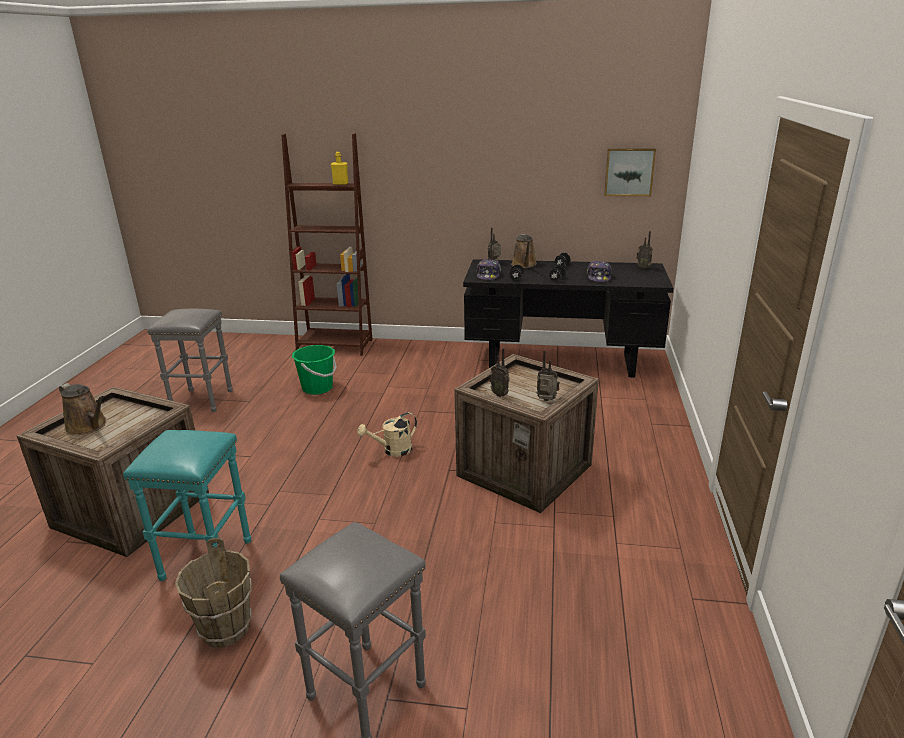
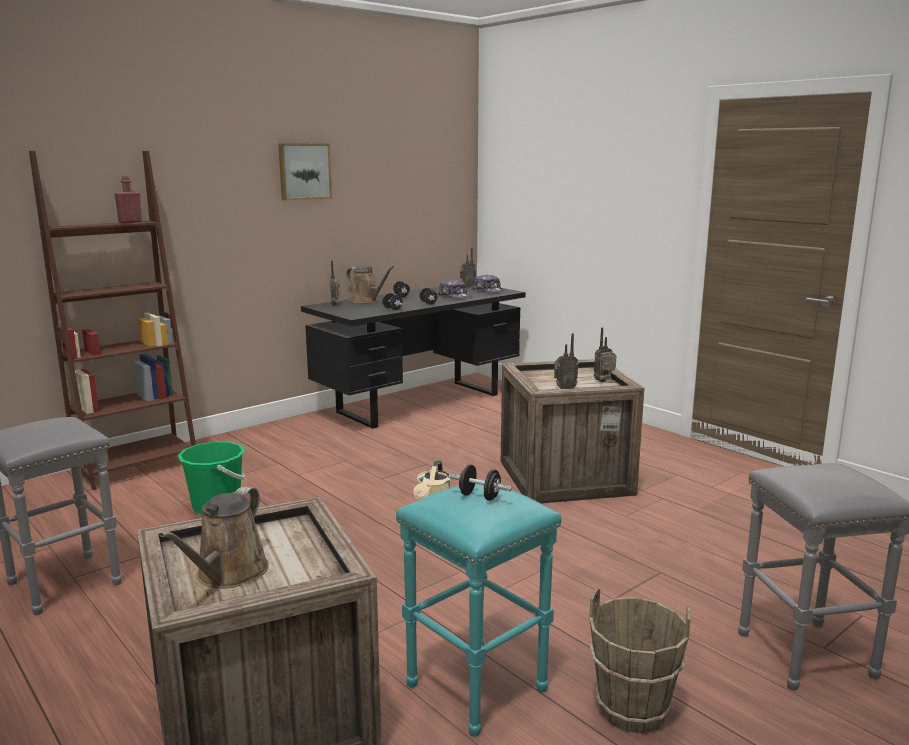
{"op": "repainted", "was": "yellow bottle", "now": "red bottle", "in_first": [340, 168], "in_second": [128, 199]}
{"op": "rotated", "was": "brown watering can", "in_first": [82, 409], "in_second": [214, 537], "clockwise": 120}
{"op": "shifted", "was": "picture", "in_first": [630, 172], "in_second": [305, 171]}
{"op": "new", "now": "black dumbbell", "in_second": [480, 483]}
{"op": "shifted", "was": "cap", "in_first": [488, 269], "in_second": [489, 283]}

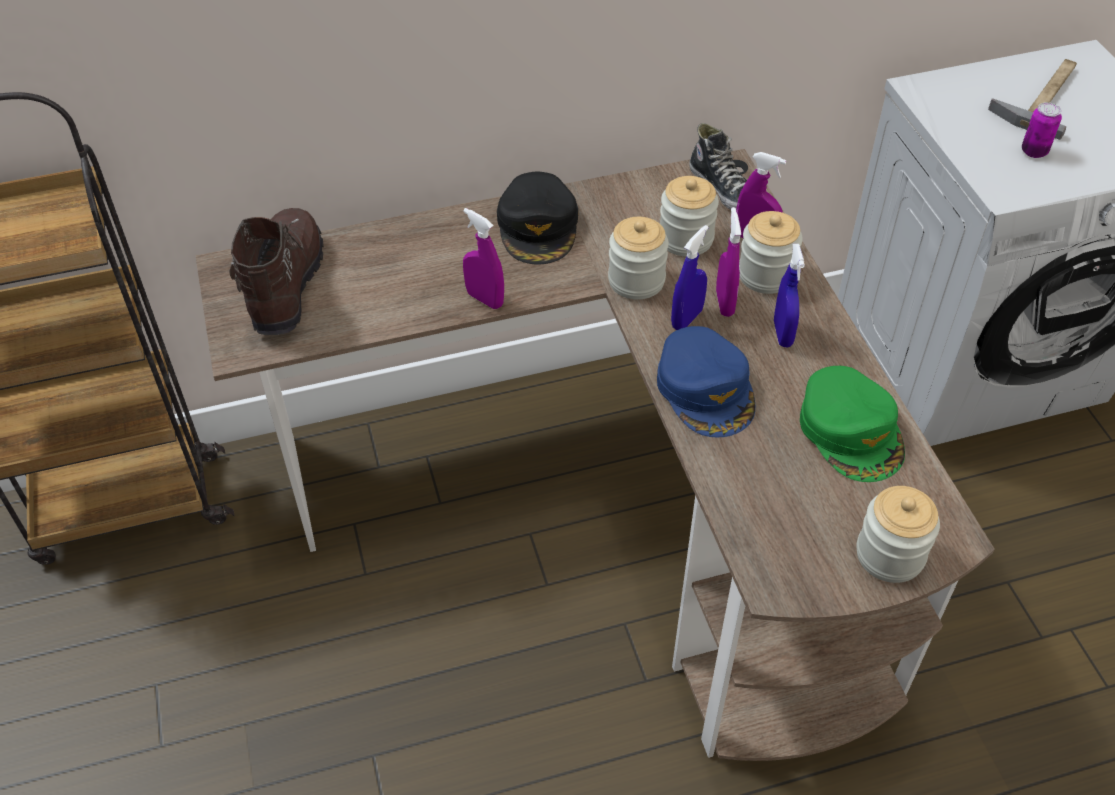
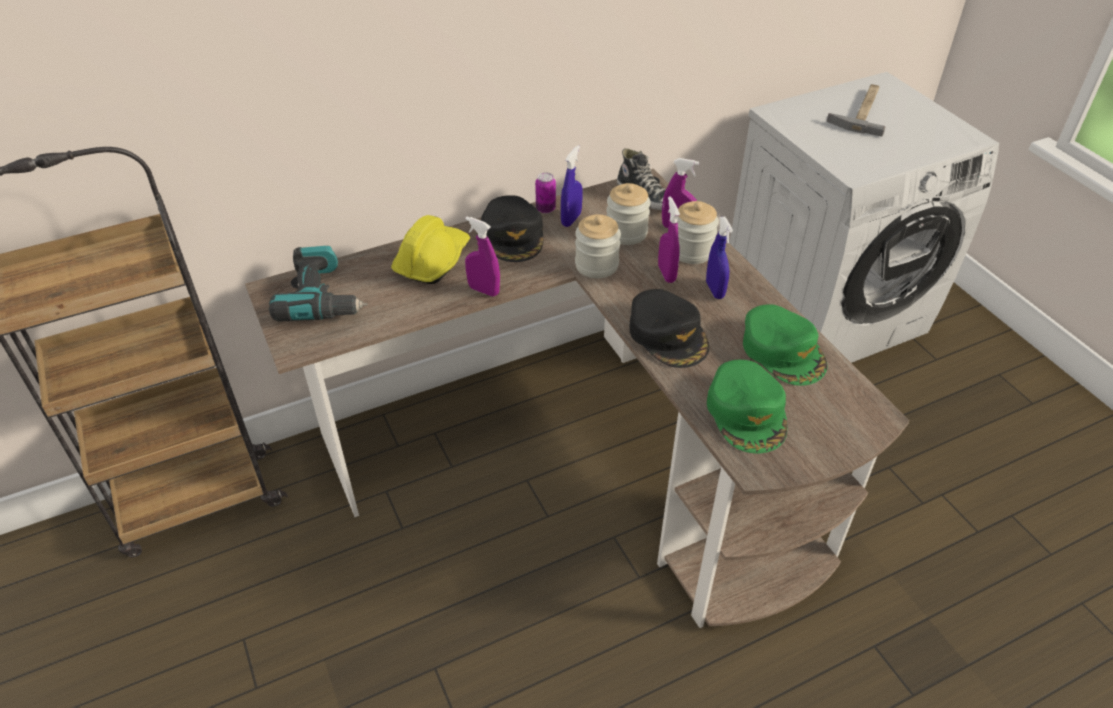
{"op": "swapped", "was": "brown boot", "now": "power drill", "in_first": [276, 271], "in_second": [318, 284]}
{"op": "new", "now": "yellow hard hat", "in_second": [430, 249]}
{"op": "shifted", "was": "can", "in_first": [1042, 130], "in_second": [545, 192]}
{"op": "shifted", "was": "blue spray bottle", "in_first": [690, 277], "in_second": [572, 186]}
{"op": "repainted", "was": "blue cap", "now": "black cap", "in_first": [706, 382], "in_second": [669, 328]}
{"op": "new", "now": "green cap", "in_second": [747, 406]}
{"op": "gone", "was": "jar", "in_first": [898, 534]}

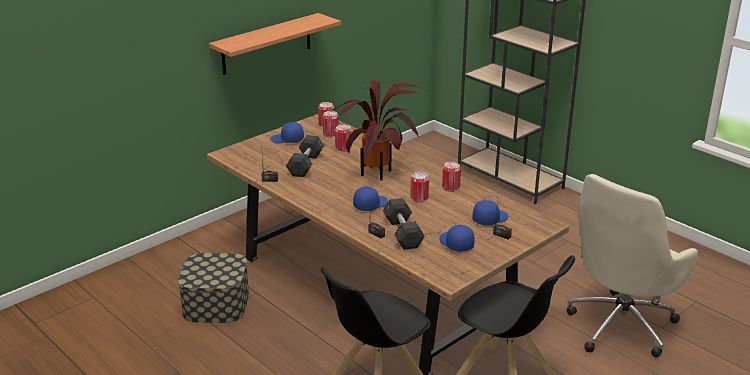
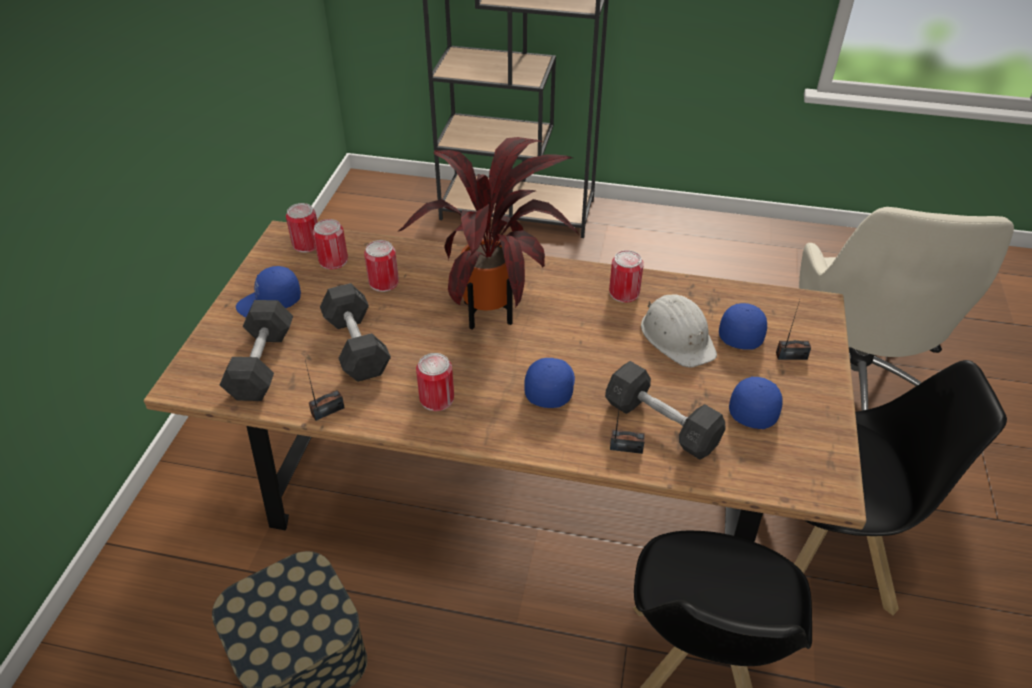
{"op": "new", "now": "grey dumbbell", "in_second": [256, 350]}
{"op": "shifted", "was": "can", "in_first": [419, 187], "in_second": [435, 382]}
{"op": "new", "now": "white hard hat", "in_second": [679, 331]}
{"op": "rotated", "was": "blue cap", "in_first": [457, 238], "in_second": [756, 403], "clockwise": 90}
{"op": "gone", "was": "shelf", "in_first": [275, 44]}

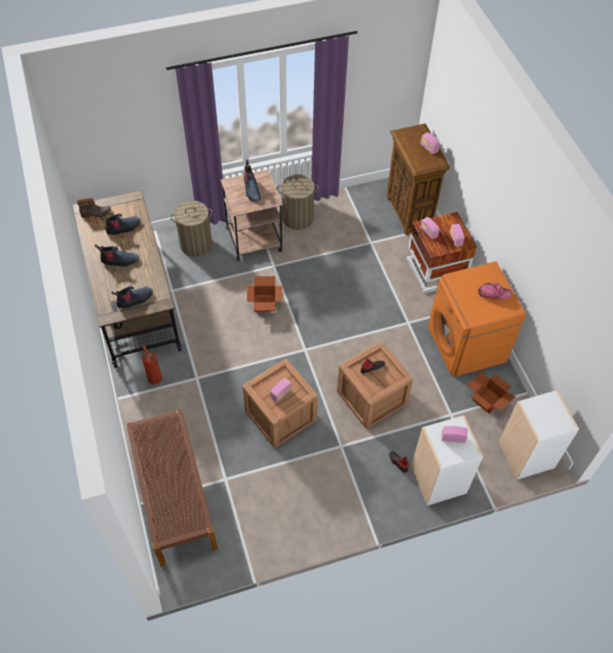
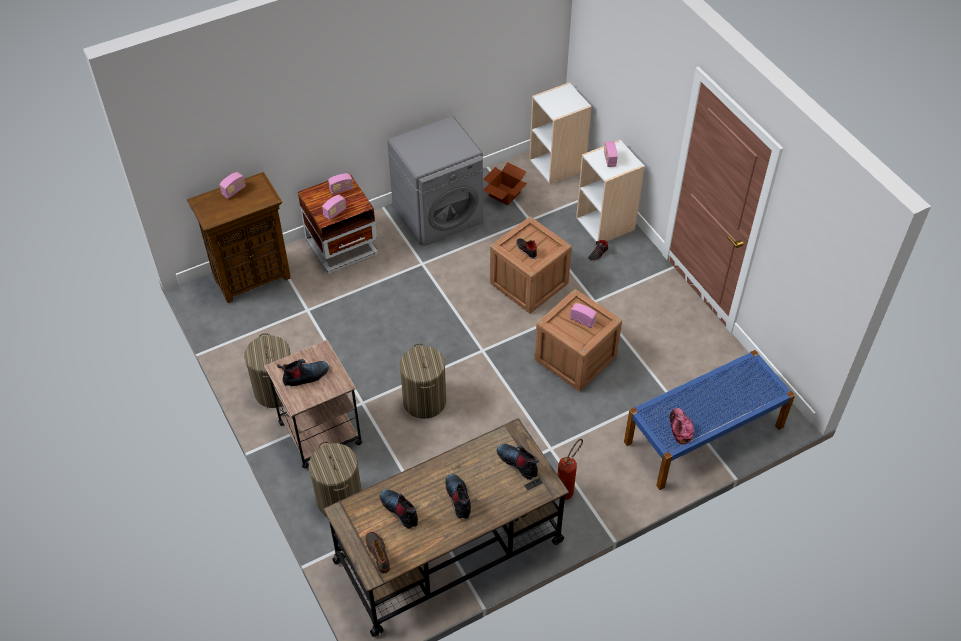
{"op": "repainted", "was": "orange washing machine", "now": "grey washing machine", "in_first": [477, 318], "in_second": [435, 180]}
{"op": "swapped", "was": "cardboard box", "now": "laundry basket", "in_first": [264, 294], "in_second": [422, 381]}
{"op": "repainted", "was": "brown bench", "now": "blue bench", "in_first": [172, 488], "in_second": [709, 420]}
{"op": "shifted", "was": "cap", "in_first": [495, 291], "in_second": [682, 426]}

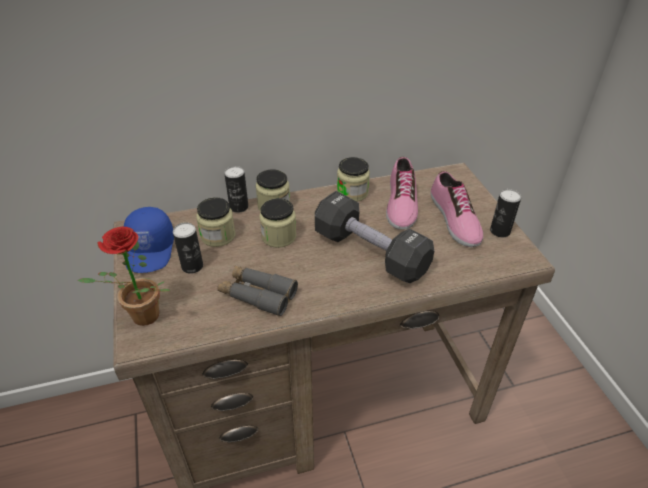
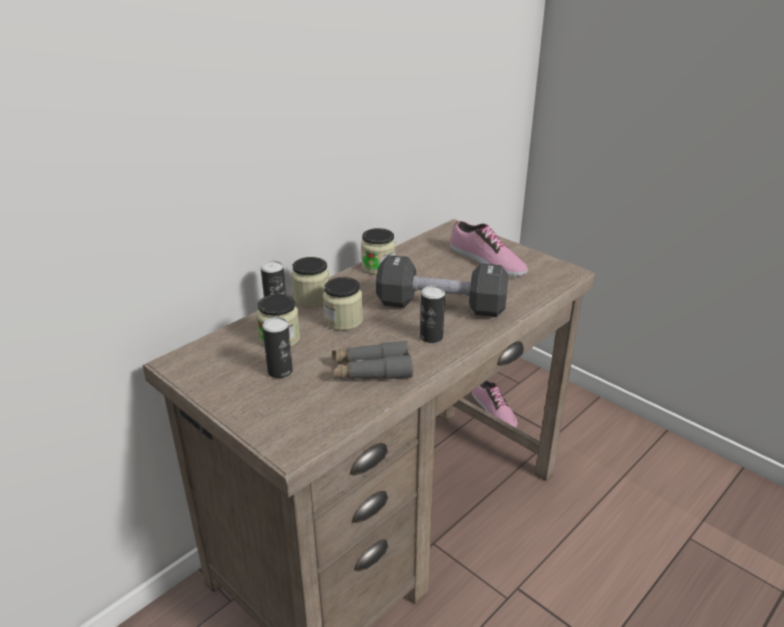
{"op": "shifted", "was": "can", "in_first": [505, 213], "in_second": [432, 314]}
{"op": "shifted", "was": "shoe", "in_first": [402, 193], "in_second": [495, 404]}
{"op": "gone", "was": "potted plant", "in_first": [123, 276]}
{"op": "gone", "was": "blue cap", "in_first": [149, 240]}

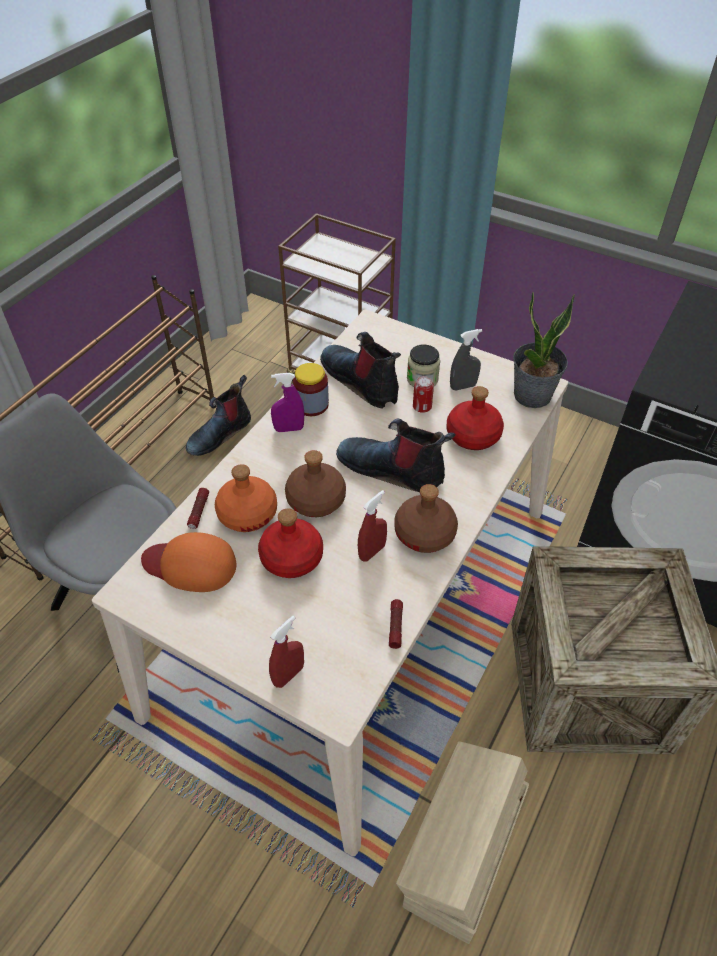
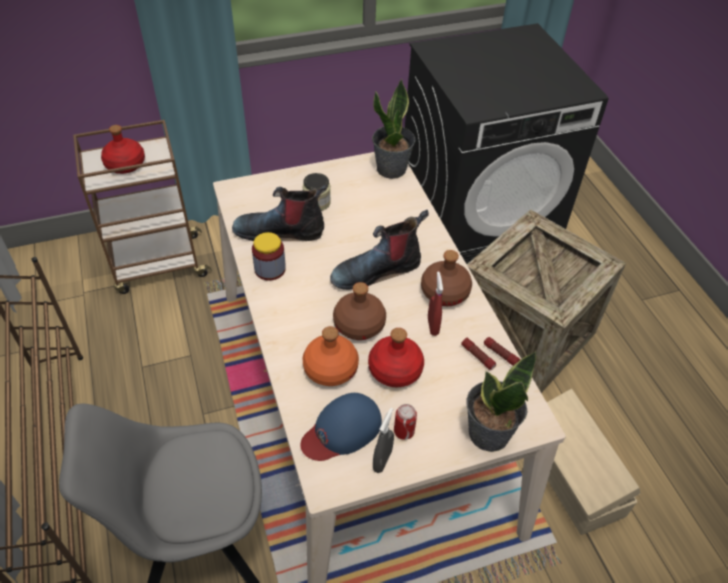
{"op": "shifted", "was": "red bottle", "in_first": [475, 418], "in_second": [123, 149]}
{"op": "repainted", "was": "orange cap", "now": "blue cap", "in_first": [188, 562], "in_second": [341, 427]}
{"op": "shifted", "was": "grey spray bottle", "in_first": [466, 359], "in_second": [383, 440]}
{"op": "shifted", "was": "can", "in_first": [423, 394], "in_second": [405, 422]}
{"op": "shifted", "was": "flashlight", "in_first": [198, 508], "in_second": [478, 354]}
{"op": "swapped", "was": "red spray bottle", "now": "potted plant", "in_first": [286, 652], "in_second": [501, 401]}
{"op": "gone", "was": "boot", "in_first": [218, 415]}
{"op": "gone", "was": "purple spray bottle", "in_first": [287, 402]}

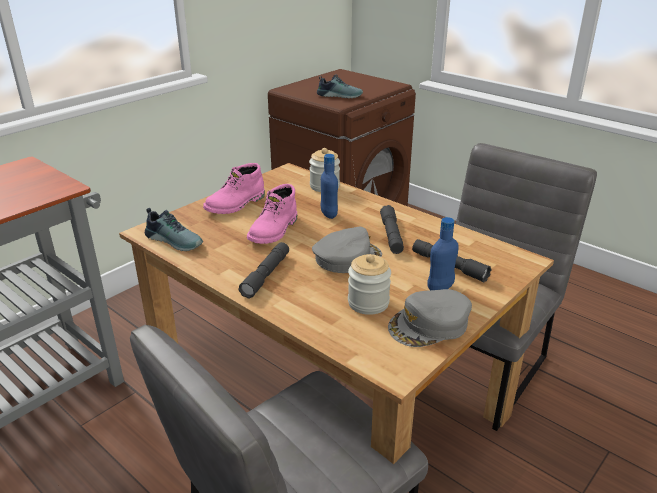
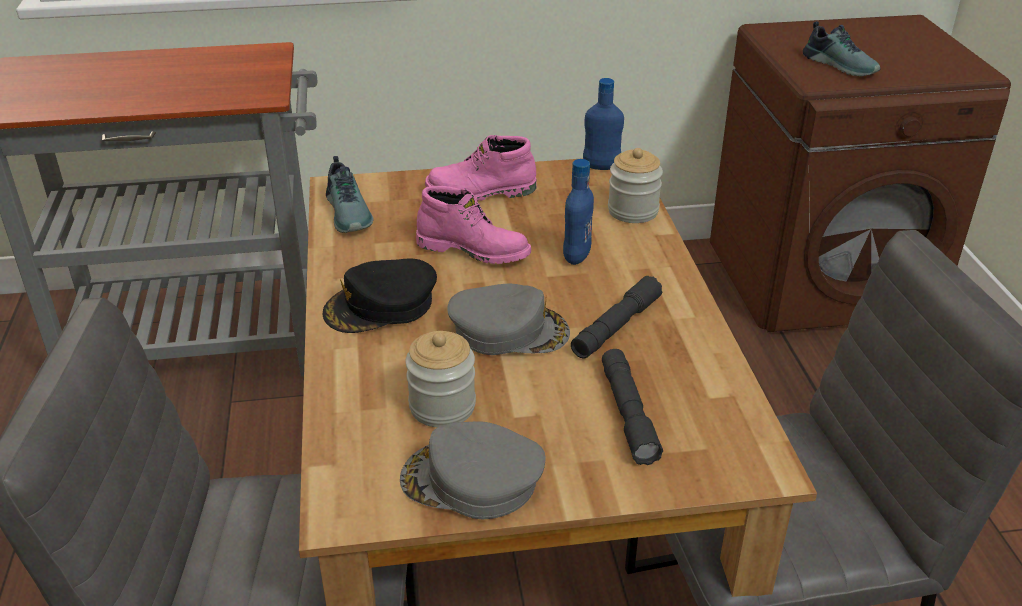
{"op": "swapped", "was": "grey flashlight", "now": "black cap", "in_first": [263, 270], "in_second": [380, 295]}
{"op": "rotated", "was": "pink boot", "in_first": [272, 214], "in_second": [473, 225], "clockwise": -135}
{"op": "shifted", "was": "blue bottle", "in_first": [443, 253], "in_second": [603, 124]}

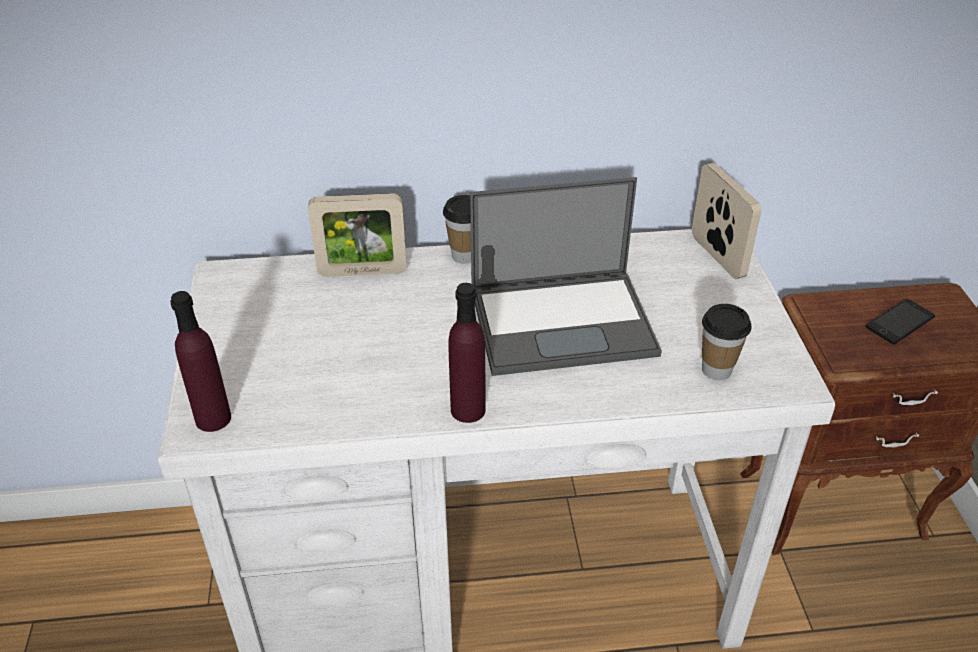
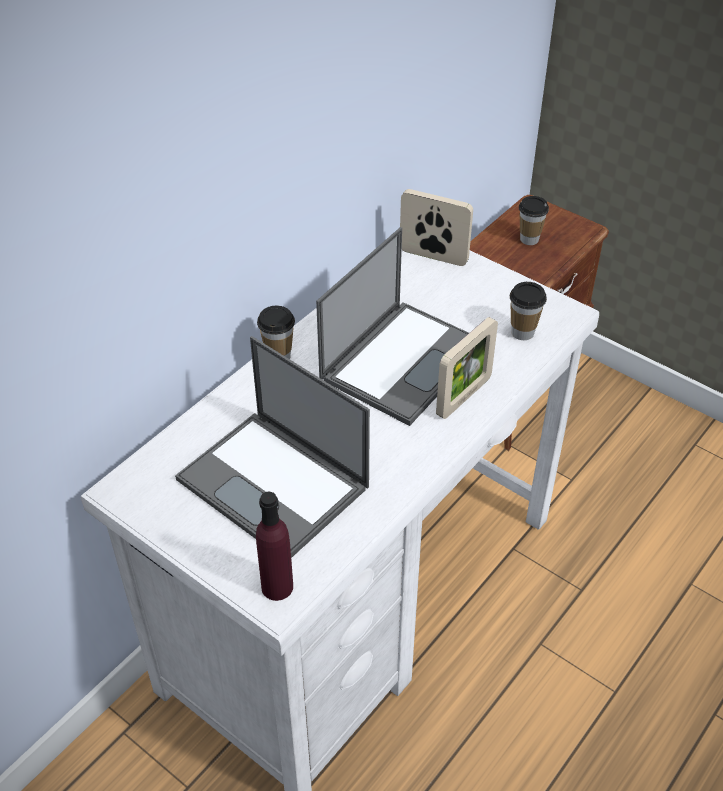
{"op": "new", "now": "laptop", "in_second": [272, 447]}
{"op": "shifted", "was": "picture frame", "in_first": [357, 235], "in_second": [467, 368]}
{"op": "swapped", "was": "phone", "now": "cup", "in_first": [900, 321], "in_second": [534, 220]}
{"op": "gone", "was": "purple bottle", "in_first": [467, 353]}

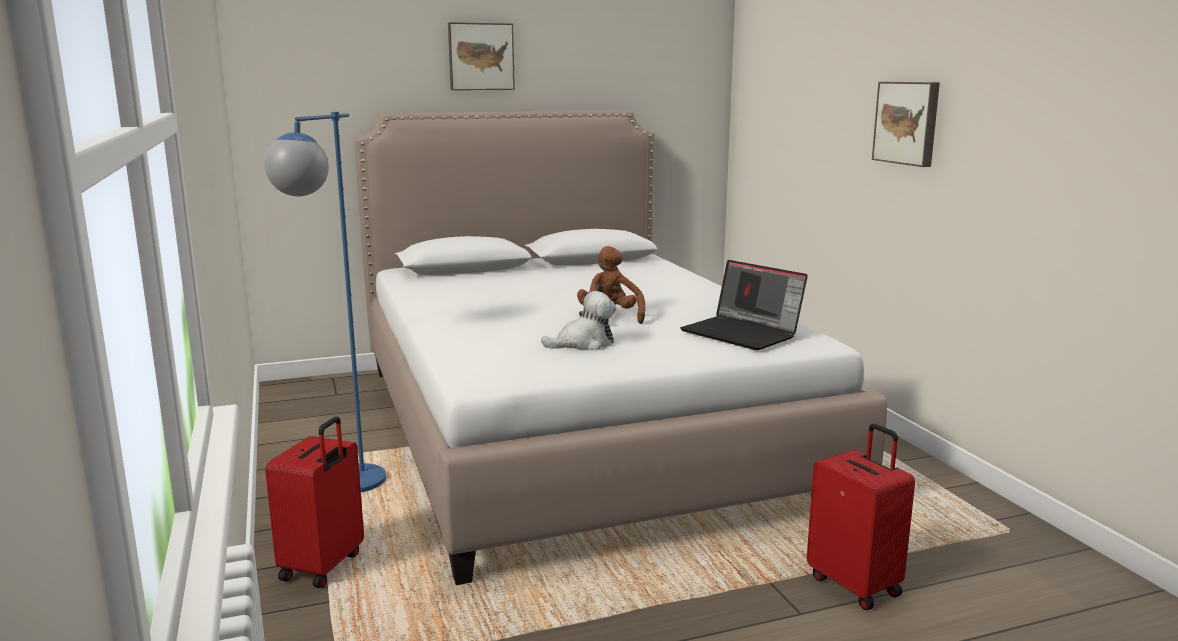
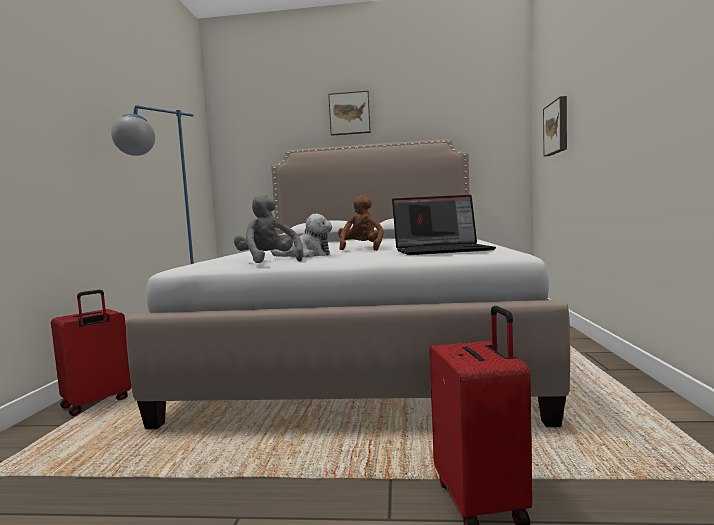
{"op": "new", "now": "grey plush toy", "in_second": [268, 228]}
{"op": "rotated", "was": "laptop", "in_first": [744, 305], "in_second": [444, 225], "clockwise": -75}
{"op": "shifted", "was": "picture", "in_first": [906, 124], "in_second": [555, 126]}

